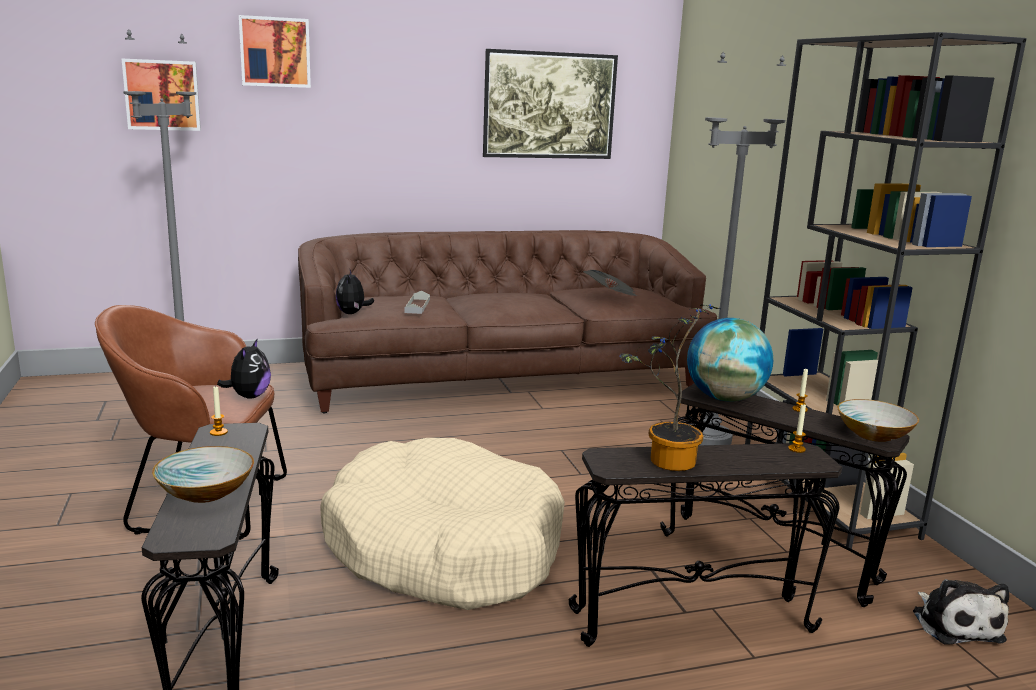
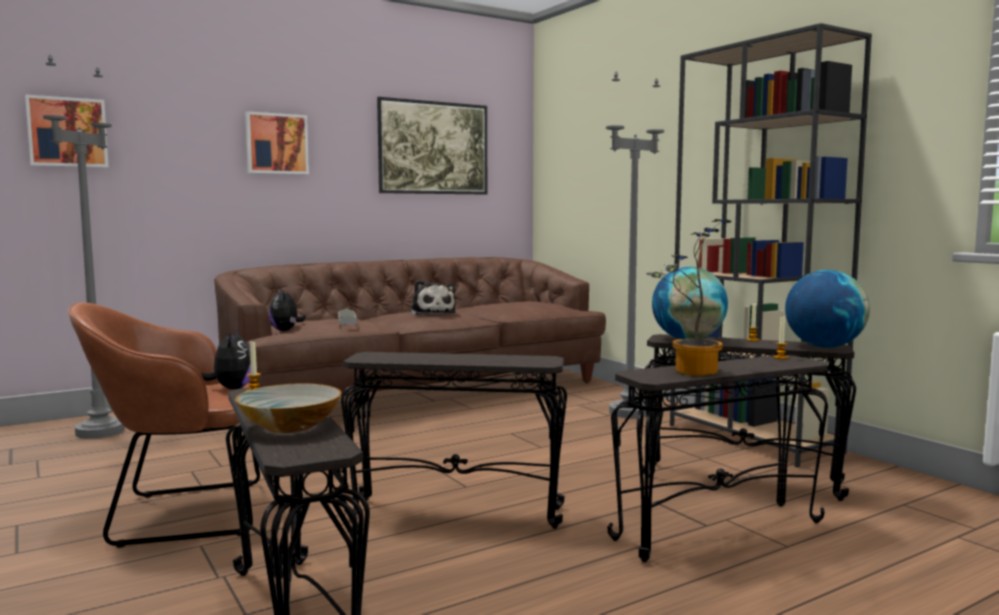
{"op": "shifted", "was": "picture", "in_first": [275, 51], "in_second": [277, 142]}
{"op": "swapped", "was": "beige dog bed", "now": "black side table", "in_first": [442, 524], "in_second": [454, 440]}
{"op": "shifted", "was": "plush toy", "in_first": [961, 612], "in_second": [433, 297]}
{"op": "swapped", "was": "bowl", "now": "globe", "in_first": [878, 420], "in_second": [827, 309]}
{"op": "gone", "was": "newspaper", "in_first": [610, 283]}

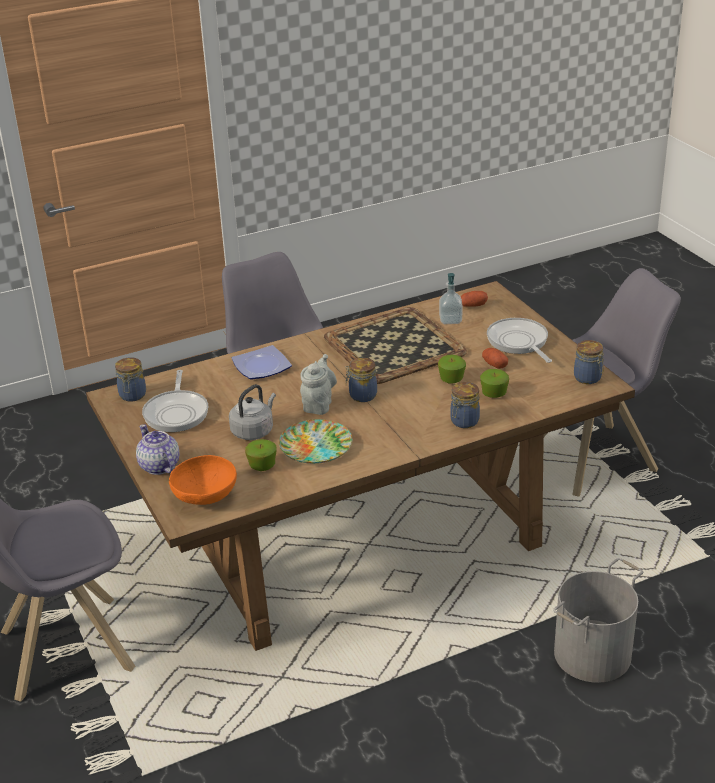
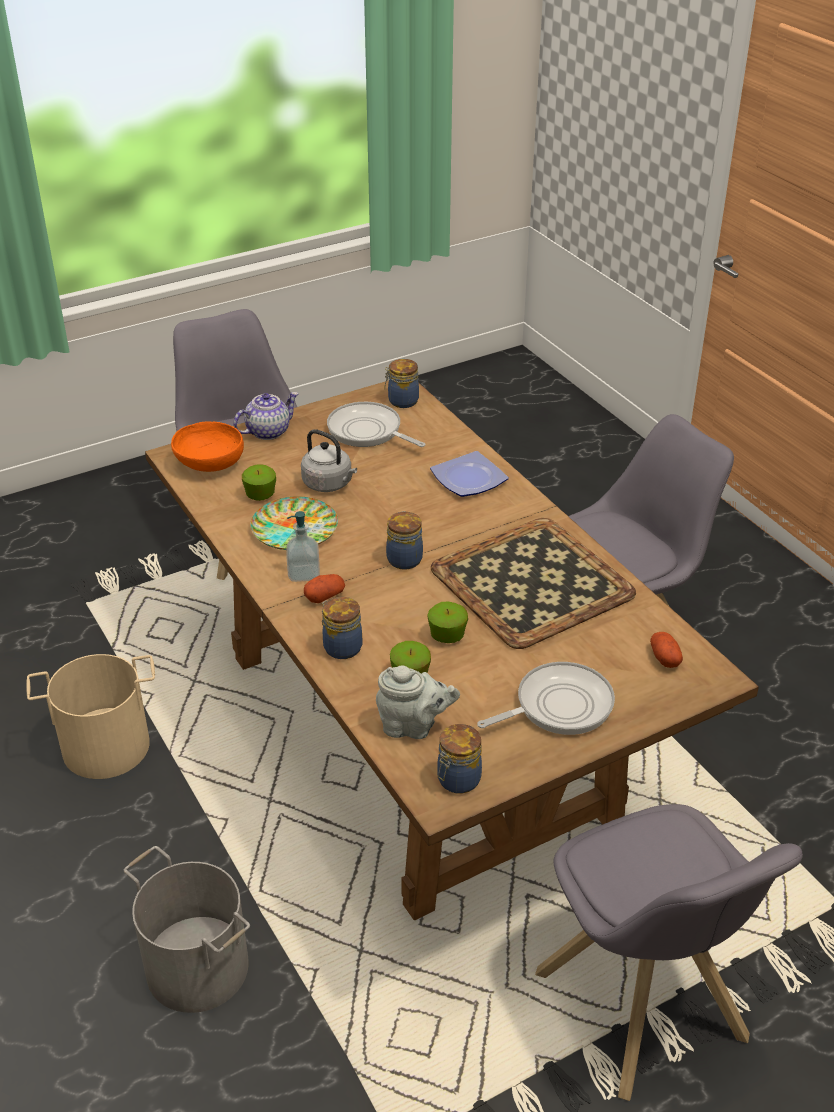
{"op": "new", "now": "beige bucket", "in_second": [90, 716]}
{"op": "shifted", "was": "soap dispenser", "in_first": [451, 298], "in_second": [303, 546]}
{"op": "shifted", "was": "potato", "in_first": [495, 358], "in_second": [324, 588]}
{"op": "rotated", "was": "frying pan", "in_first": [175, 401], "in_second": [376, 424], "clockwise": 45}
{"op": "shifted", "was": "grey teapot", "in_first": [318, 384], "in_second": [418, 702]}

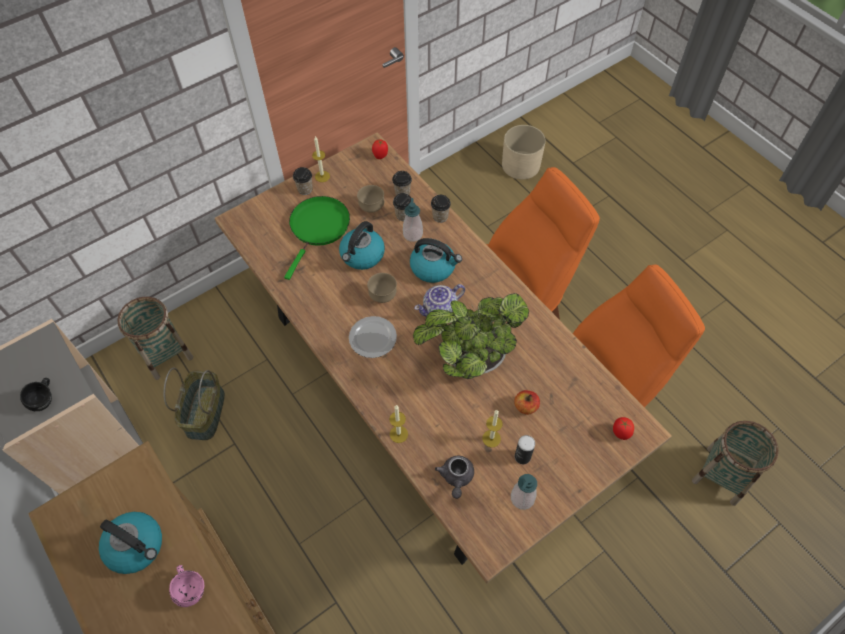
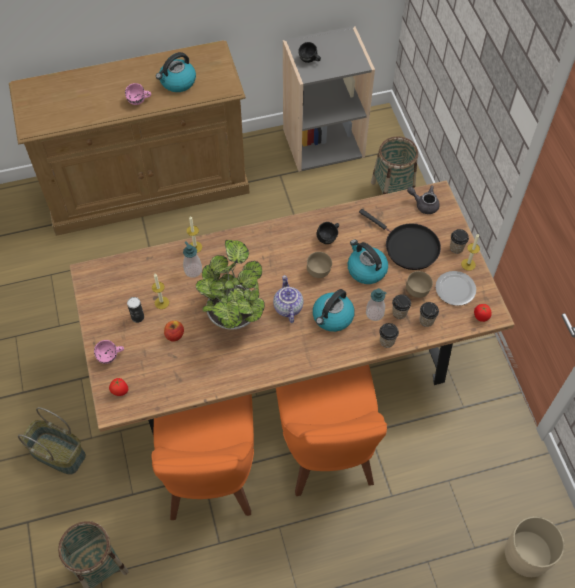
{"op": "shifted", "was": "basket", "in_first": [194, 403], "in_second": [52, 441]}
{"op": "new", "now": "pink mug", "in_second": [109, 352]}
{"op": "shifted", "was": "soap dispenser", "in_first": [524, 492], "in_second": [192, 259]}
{"op": "new", "now": "black mug", "in_second": [328, 233]}
{"op": "repainted", "was": "green frying pan", "now": "black frying pan", "in_first": [317, 238], "in_second": [400, 239]}
{"op": "shifted", "was": "grey teapot", "in_first": [454, 477], "in_second": [423, 199]}
{"op": "shifted", "was": "plate", "in_first": [373, 337], "in_second": [456, 288]}

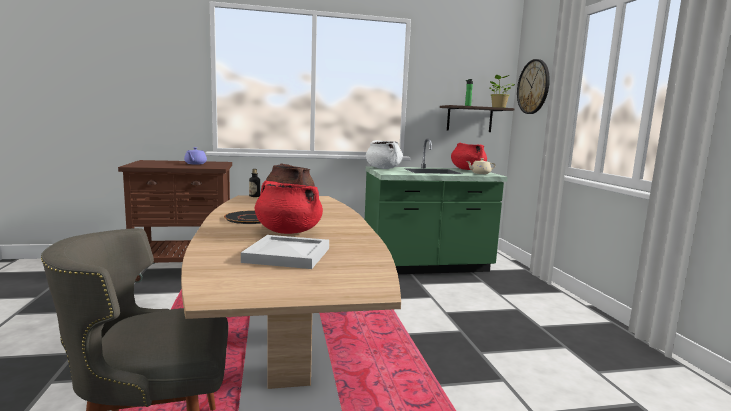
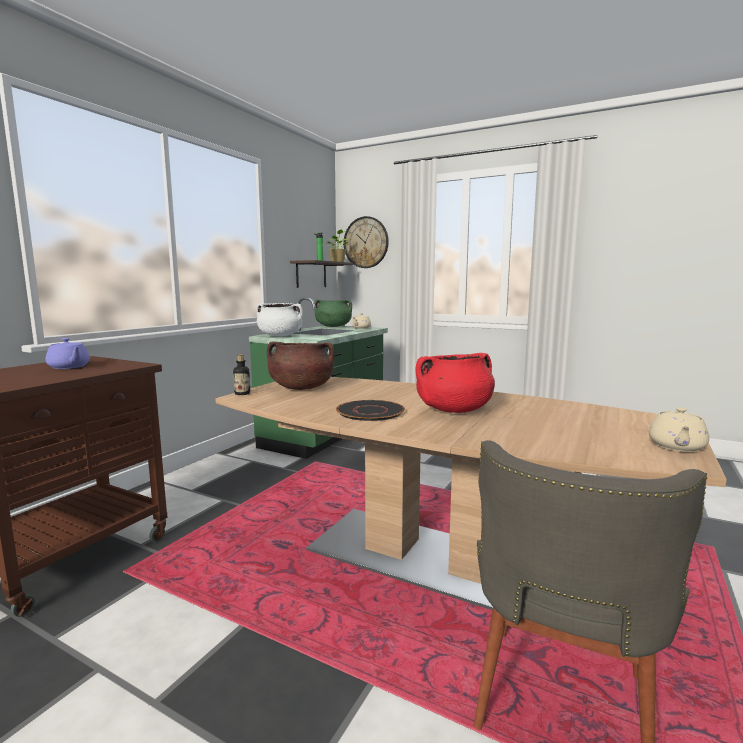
{"op": "repainted", "was": "red cooking pot", "now": "green cooking pot", "in_first": [469, 156], "in_second": [333, 313]}
{"op": "new", "now": "beige teapot", "in_second": [679, 429]}
{"op": "gone", "was": "white tray", "in_first": [285, 252]}

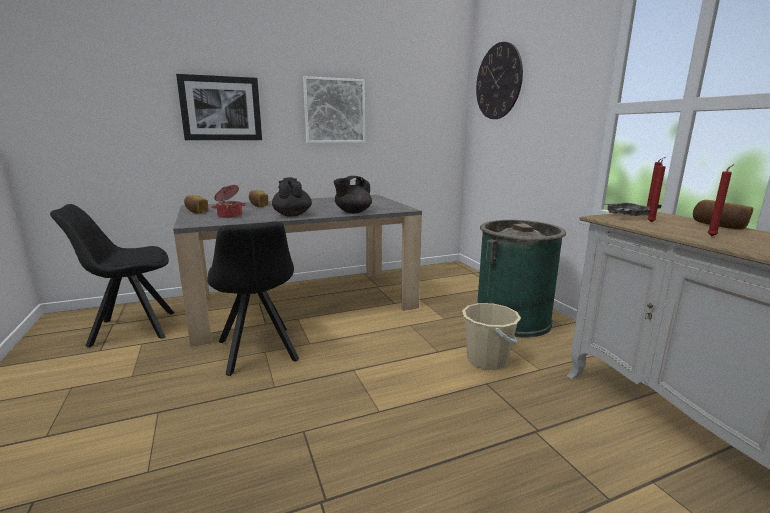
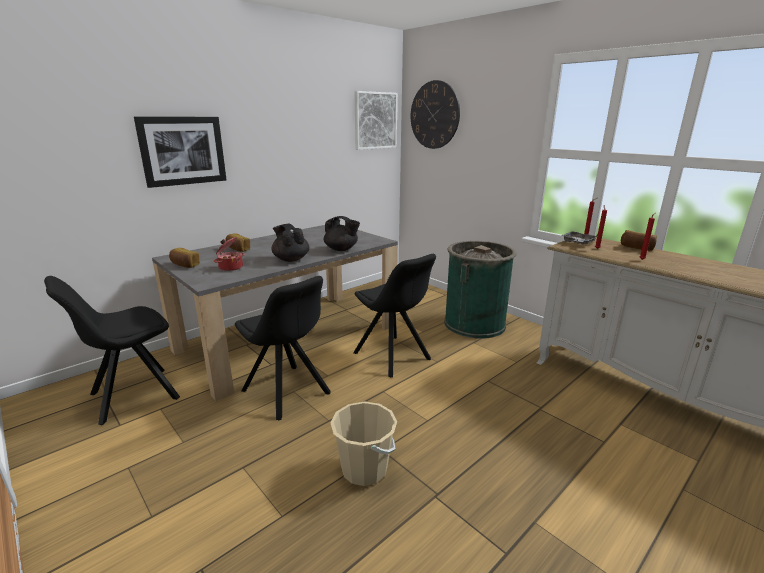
{"op": "rotated", "was": "black teapot", "in_first": [353, 194], "in_second": [342, 233], "clockwise": -90}
{"op": "shifted", "was": "beige bucket", "in_first": [491, 336], "in_second": [363, 444]}
{"op": "new", "now": "black chair", "in_second": [394, 315]}
{"op": "shifted", "was": "picture", "in_first": [334, 109], "in_second": [375, 120]}

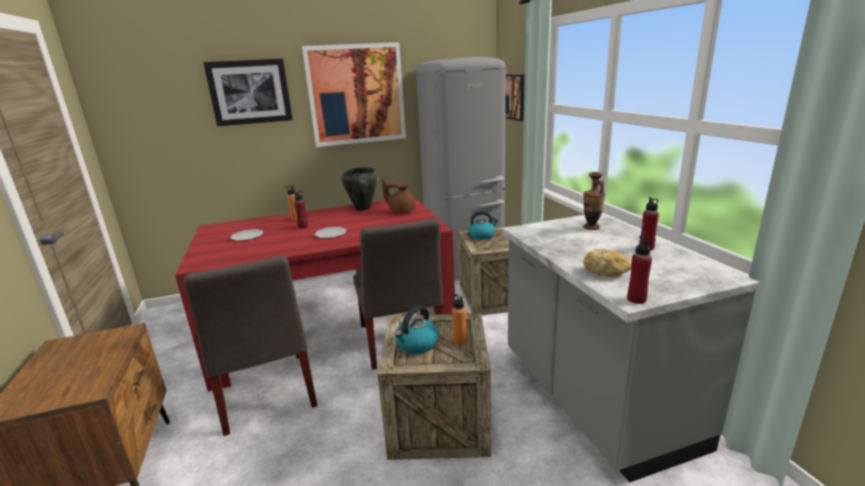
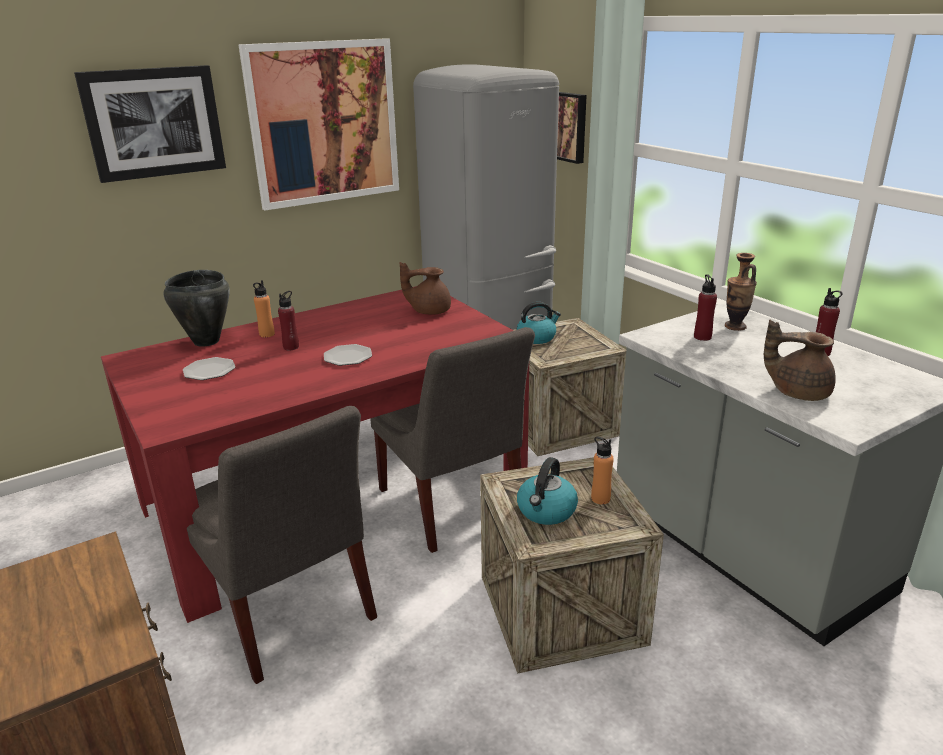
{"op": "shifted", "was": "black cooking pot", "in_first": [359, 189], "in_second": [197, 308]}
{"op": "shifted", "was": "red bottle", "in_first": [639, 270], "in_second": [705, 307]}
{"op": "swapped", "was": "bread", "now": "brown teapot", "in_first": [608, 263], "in_second": [800, 360]}

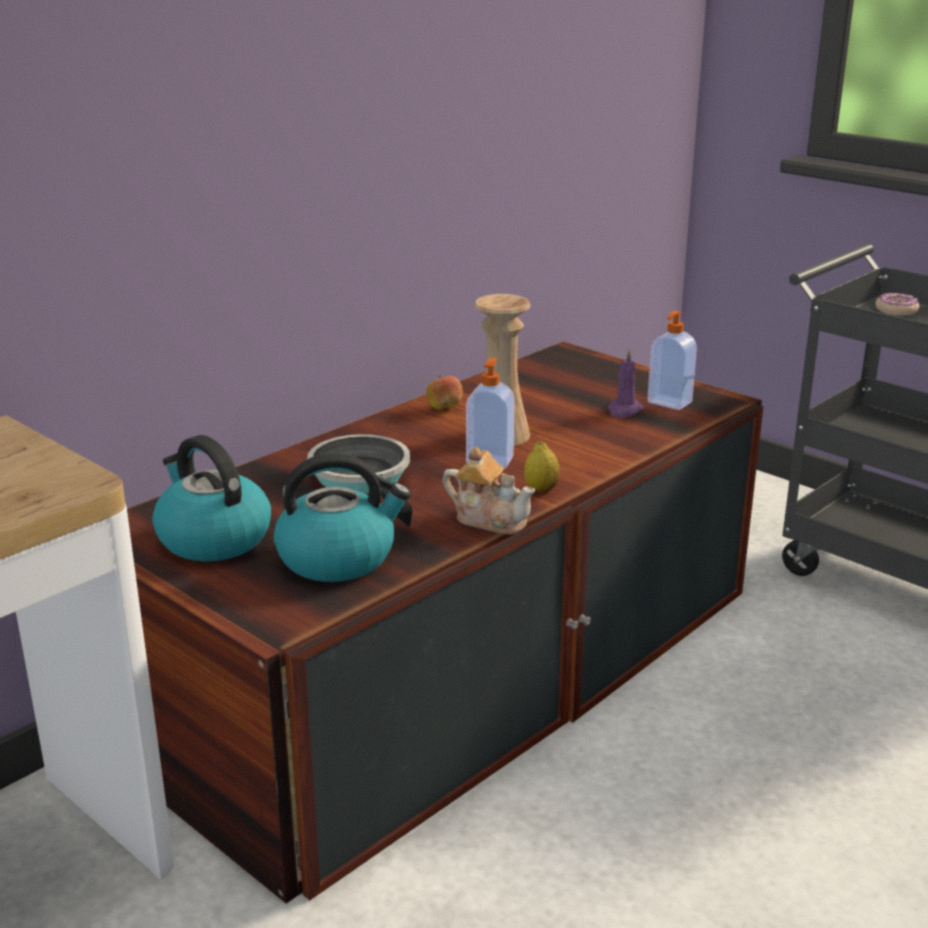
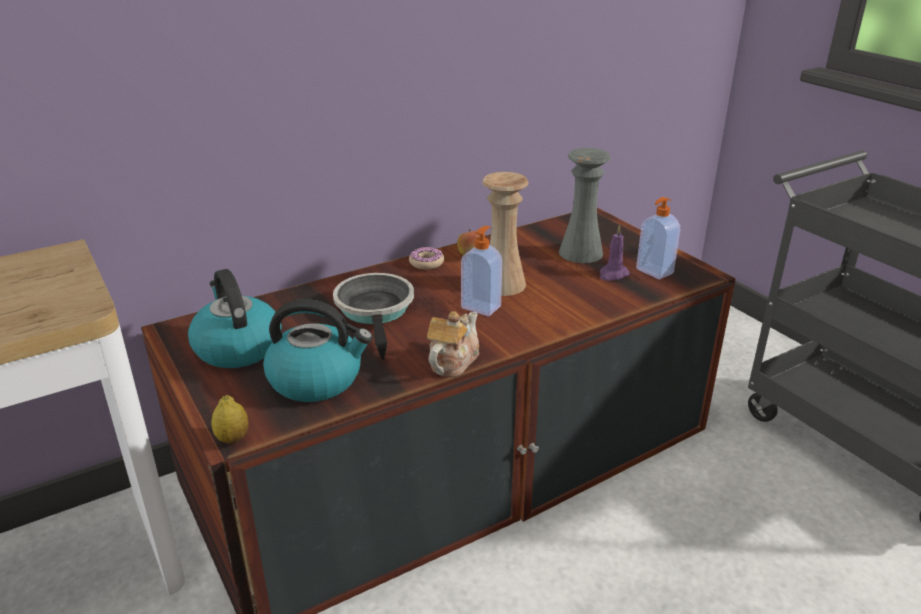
{"op": "shifted", "was": "lemon", "in_first": [542, 467], "in_second": [229, 419]}
{"op": "shifted", "was": "donut", "in_first": [897, 304], "in_second": [426, 258]}
{"op": "rotated", "was": "teapot", "in_first": [489, 490], "in_second": [453, 344], "clockwise": -105}
{"op": "new", "now": "grey vase", "in_second": [585, 205]}

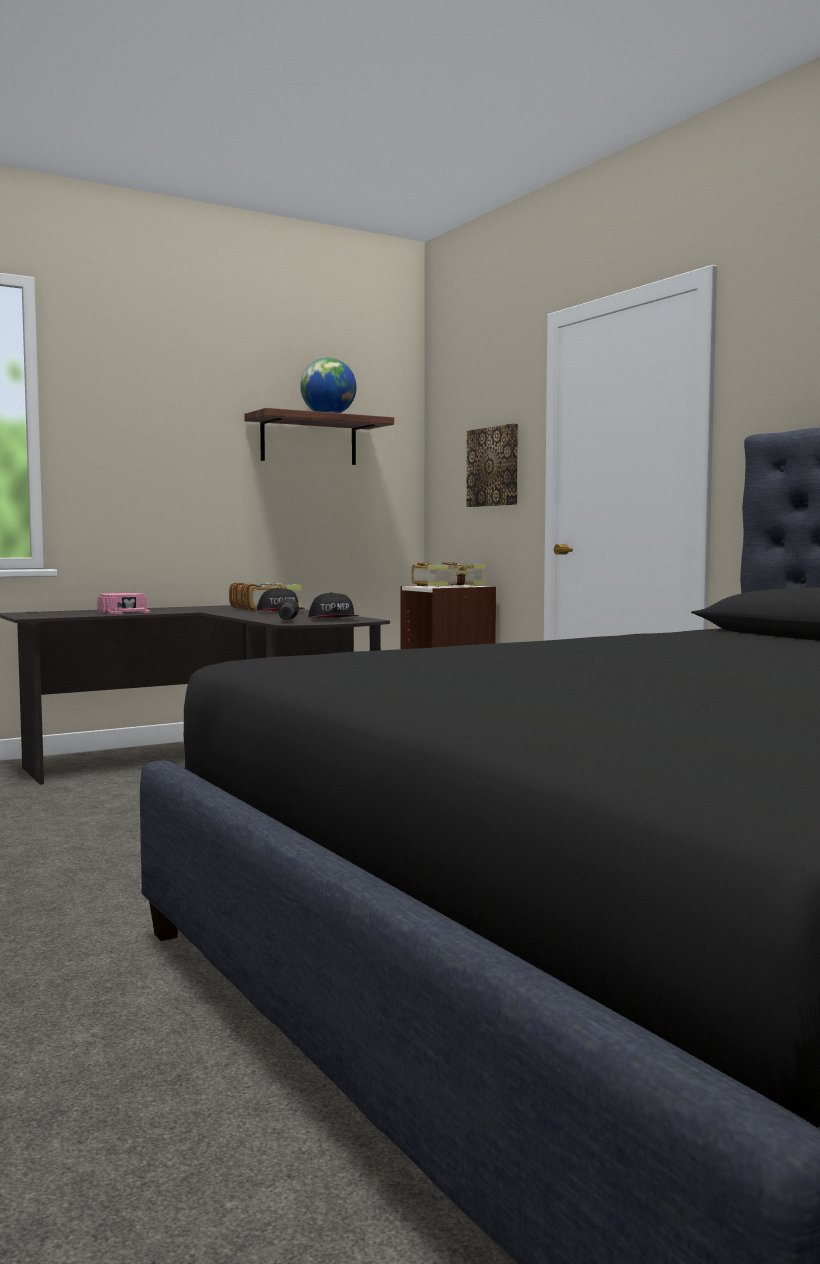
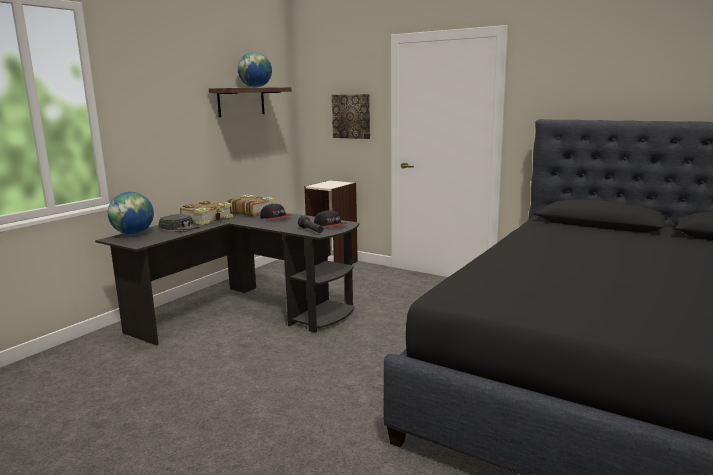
{"op": "new", "now": "globe", "in_second": [131, 213]}
{"op": "repainted", "was": "pink cap", "now": "black cap", "in_first": [124, 603], "in_second": [179, 223]}
{"op": "shifted", "was": "book", "in_first": [449, 574], "in_second": [206, 213]}

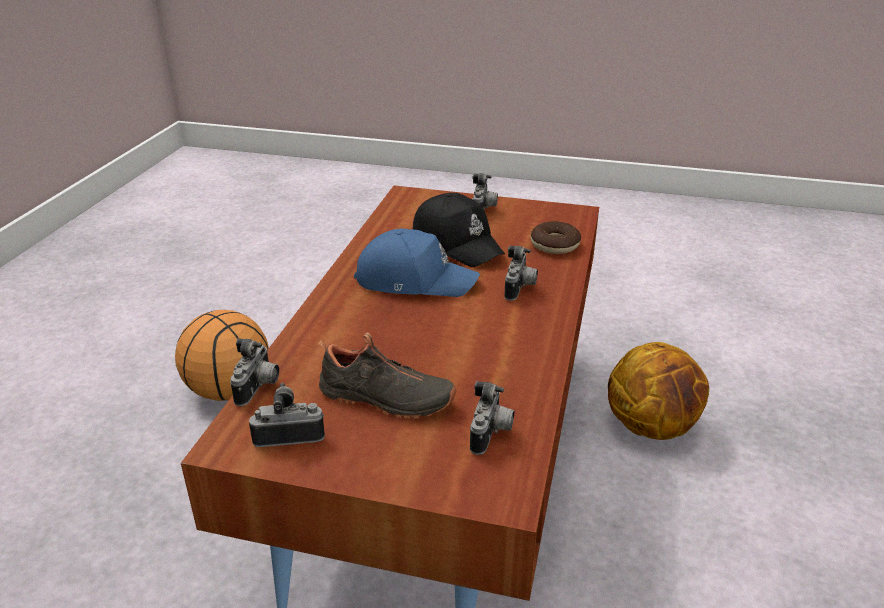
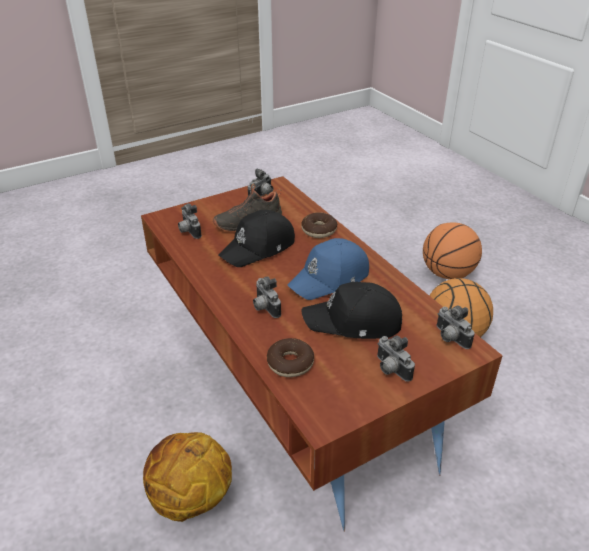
{"op": "new", "now": "black cap", "in_second": [256, 238]}
{"op": "new", "now": "donut", "in_second": [319, 225]}
{"op": "new", "now": "basketball", "in_second": [452, 250]}
{"op": "shifted", "was": "photo camera", "in_first": [254, 372], "in_second": [456, 327]}

